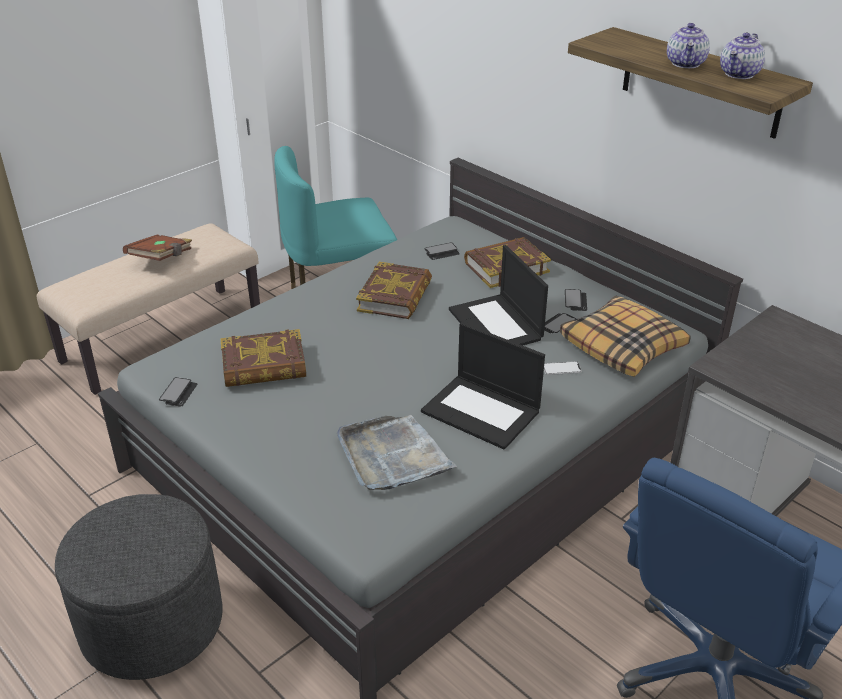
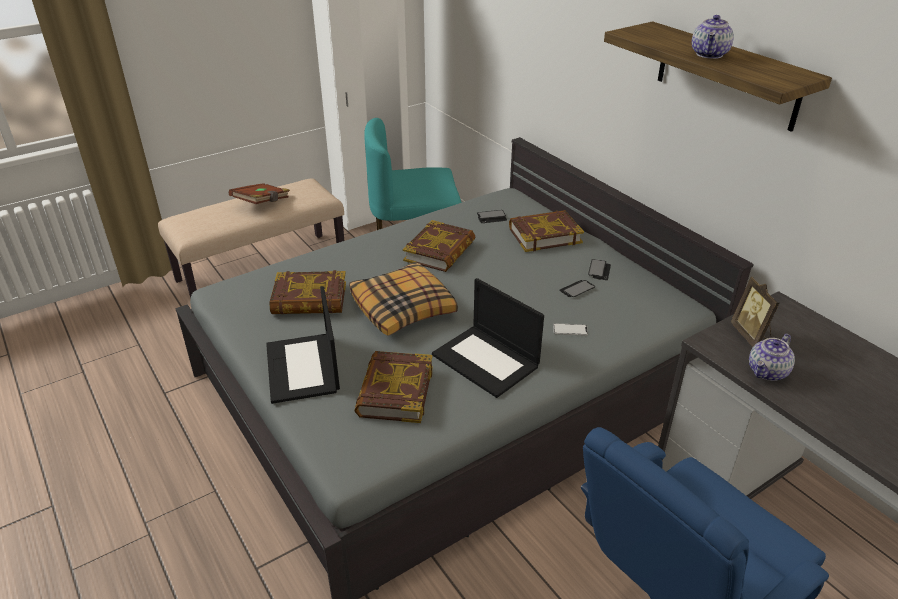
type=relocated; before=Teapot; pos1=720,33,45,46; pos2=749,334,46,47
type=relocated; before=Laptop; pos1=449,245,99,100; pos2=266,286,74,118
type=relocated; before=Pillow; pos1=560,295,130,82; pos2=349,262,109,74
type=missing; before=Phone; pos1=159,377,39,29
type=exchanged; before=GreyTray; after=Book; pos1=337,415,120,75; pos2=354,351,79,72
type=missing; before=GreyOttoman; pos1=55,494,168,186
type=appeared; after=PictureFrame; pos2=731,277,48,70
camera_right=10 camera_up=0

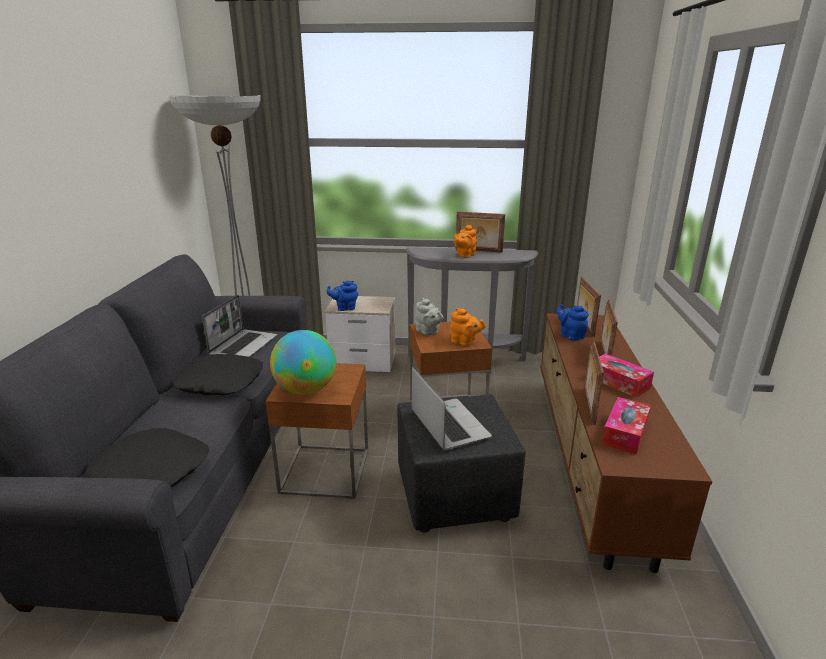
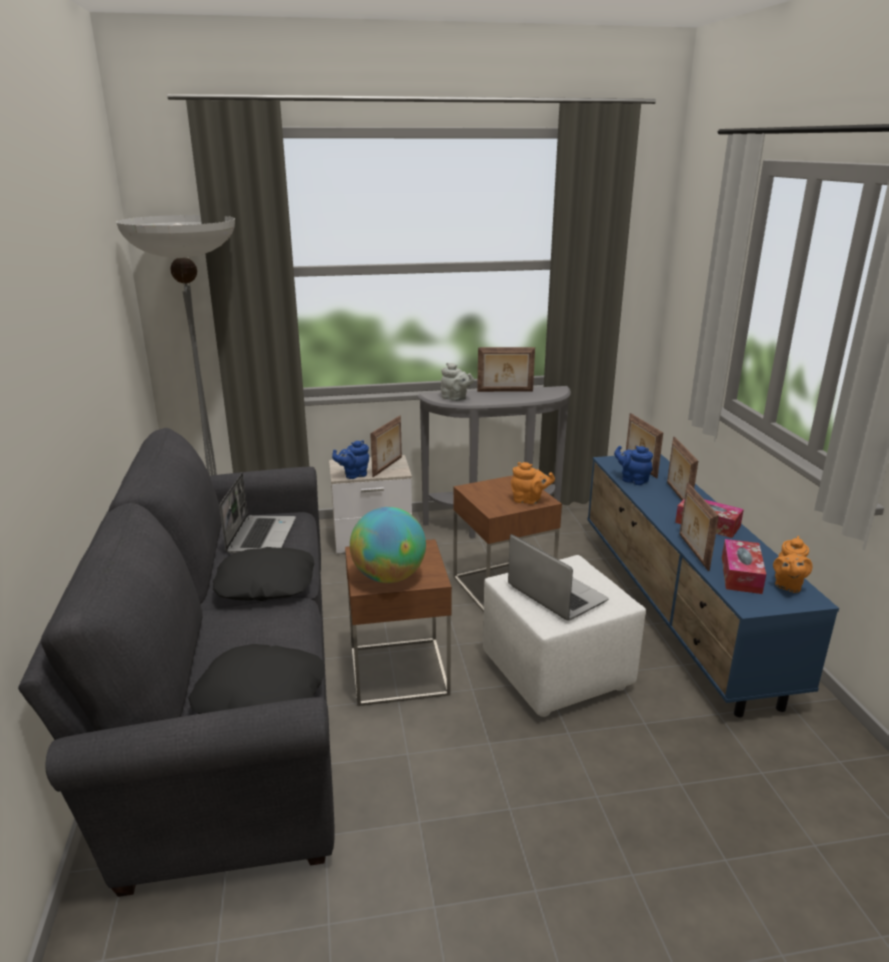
type=relocated; before=OrangeTeapot; pos1=454,225,23,33; pos2=773,536,40,57
type=relocated; before=GreyTeapot; pos1=415,298,29,37; pos2=441,363,33,38
type=colour; before=BrownTvStand; after=BlueTvStand; pos1=541,313,171,260; pos2=587,454,252,263
type=colour; before=BlackOttoman; after=WhiteOttoman; pos1=397,394,129,139; pos2=483,555,163,162
type=appeared; after=PictureFrame; pos2=370,416,32,61
camera_right=-15 camera_up=0

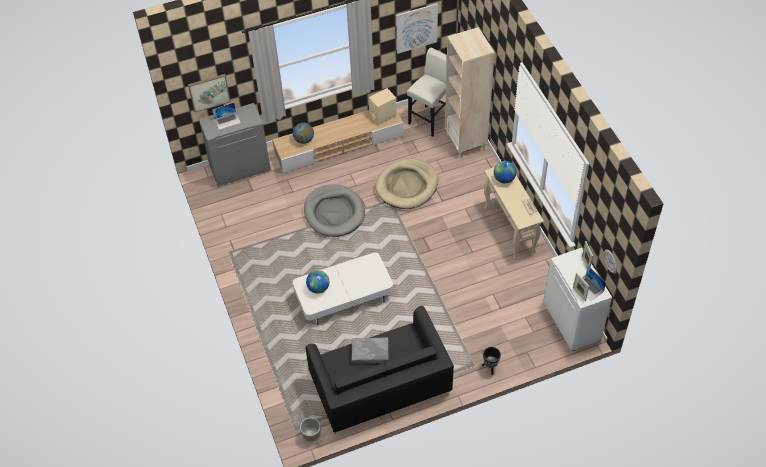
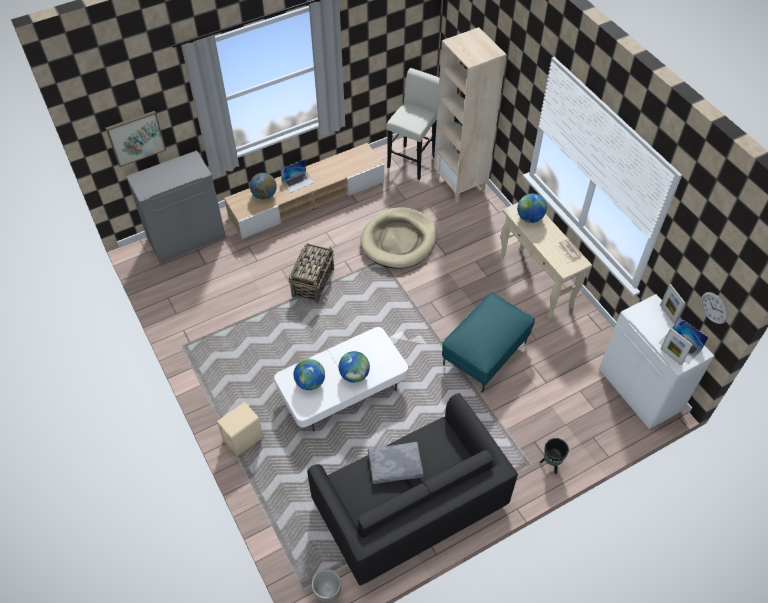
type=missing; before=Picture; pos1=396,3,42,51
type=relocated; before=BeigeSpeaker; pos1=368,88,28,37; pos2=217,402,47,54
type=relocated; before=Laptop; pos1=212,103,29,27; pos2=280,159,35,34
type=exchanged; before=GreyDogBed; after=Basket; pos1=304,184,61,53; pos2=289,243,45,60
type=appeared; after=TurquoiseOttoman; pos2=442,292,93,100
type=appeared; after=Globe; pos2=339,351,31,32
camera_right=-10 camera_up=0

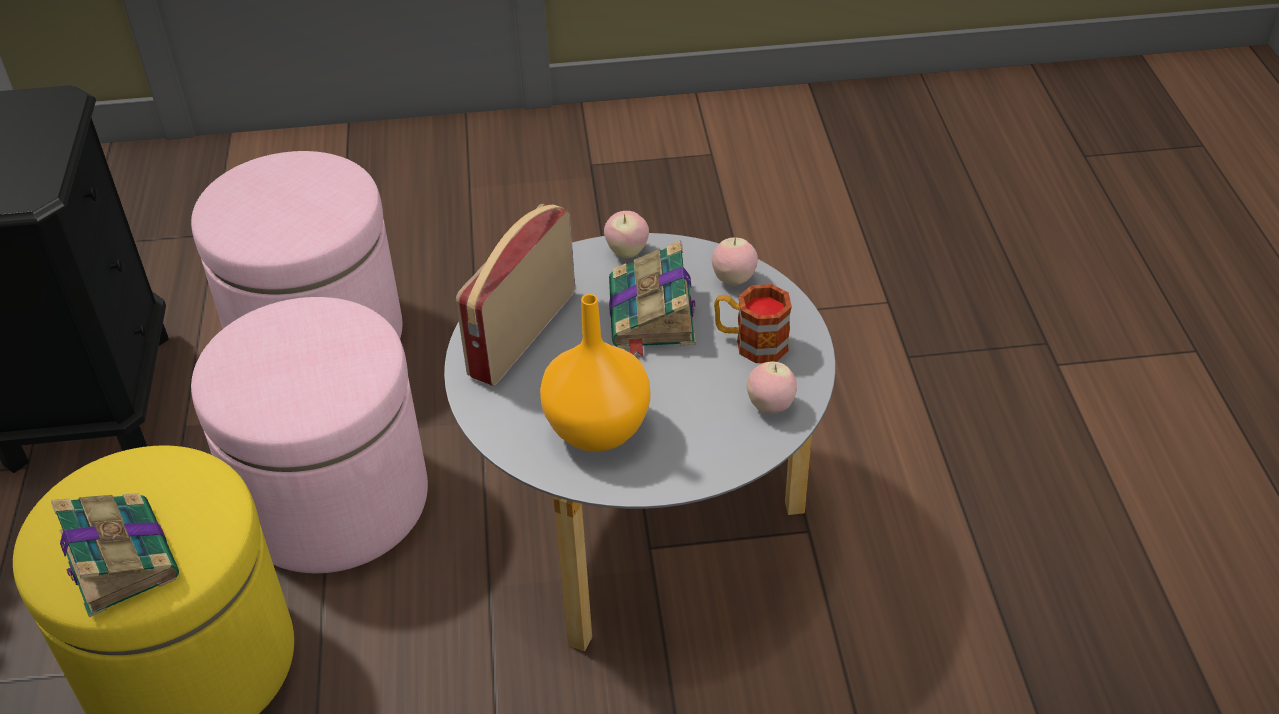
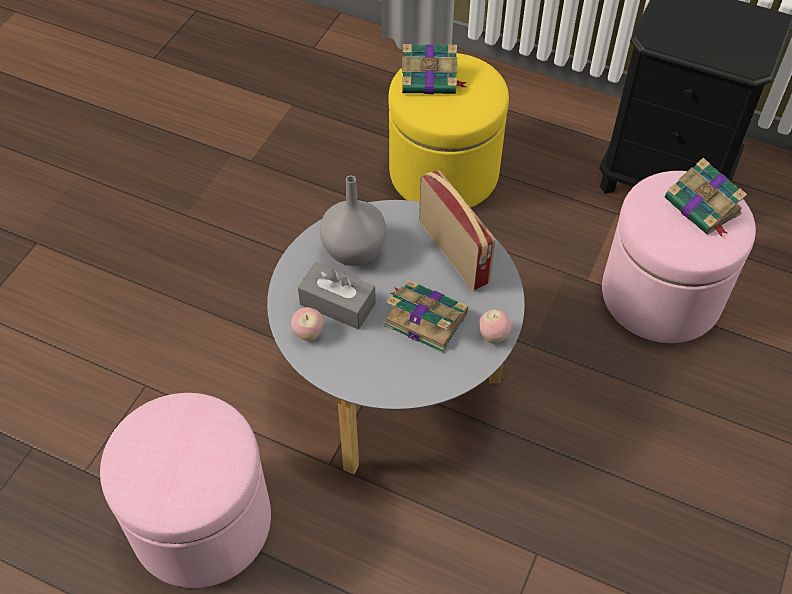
type=missing; before=Apple; pos1=712,237,46,48
type=missing; before=Mug; pos1=714,284,78,79
type=colour; before=OrangeVase; after=GreyVase; pos1=540,294,110,158; pos2=320,176,67,90
type=relocated; before=PinkOttoman; pos1=191,297,237,276; pos2=100,393,171,195
type=appeared; after=Book; pos2=665,158,82,79
type=appeared; after=GreyTissueBox; pos2=298,262,78,67
camera_right=120 camera_up=10

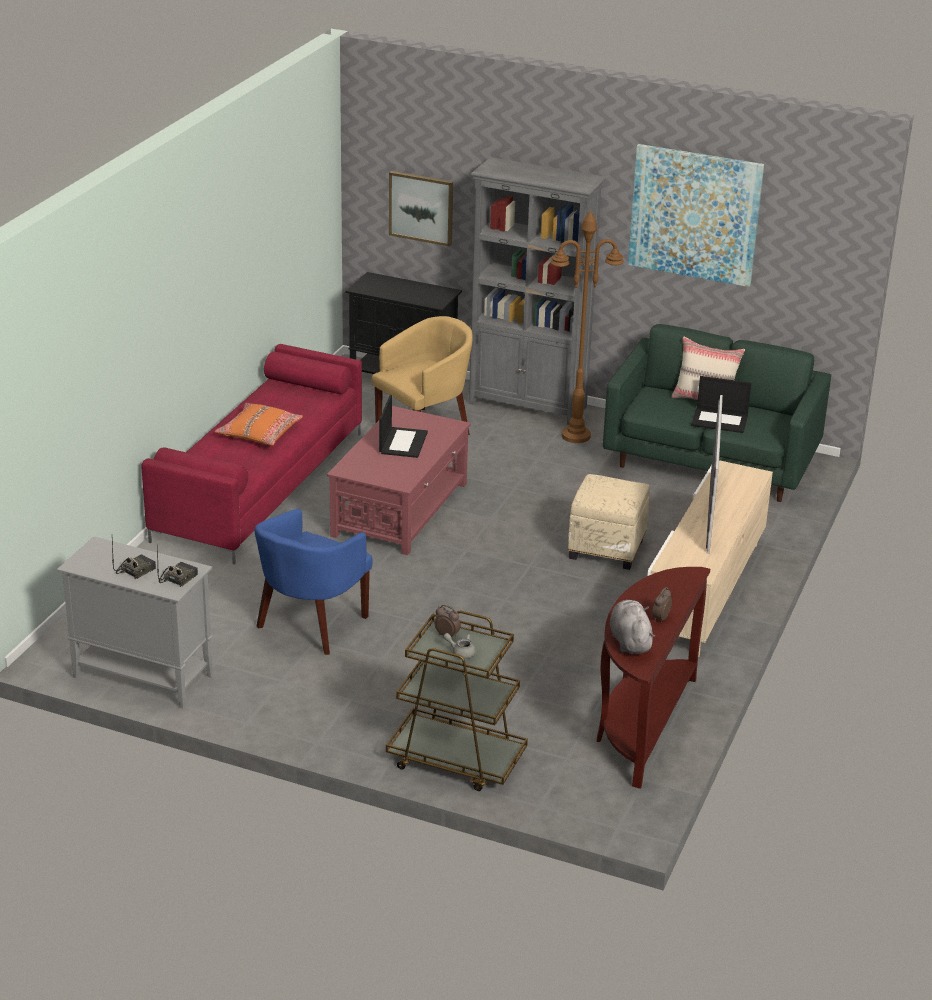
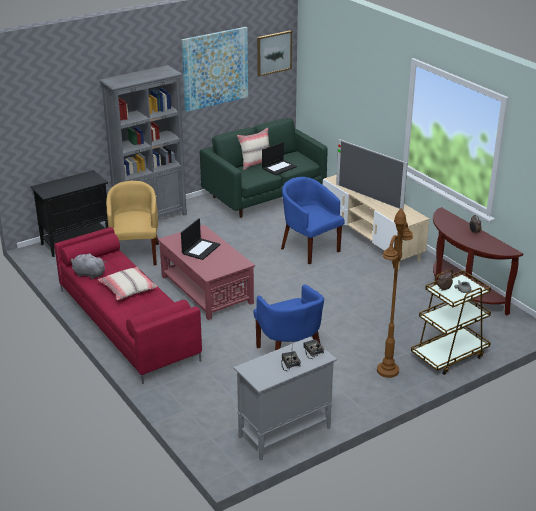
type=relocated; before=Picture; pos1=389,171,64,76; pos2=257,30,35,47
type=relocated; before=BrownFloorLamp; pos1=551,210,73,233; pos2=377,208,36,170
type=spun; before=Laptop; pos1=379,395,49,63; pos2=181,218,39,42; turn=75
type=colour; before=OrangePillow; after=BeigePillow; pos1=215,403,88,42; pos2=98,267,60,33
type=exchanged; before=BeigeOttoman; after=BlueArmchair; pos1=568,474,82,96; pos2=281,177,64,87
type=relocated; before=GreyPlushToy; pos1=610,600,45,54; pos2=71,253,35,26
camera_right=-55 camera_up=0

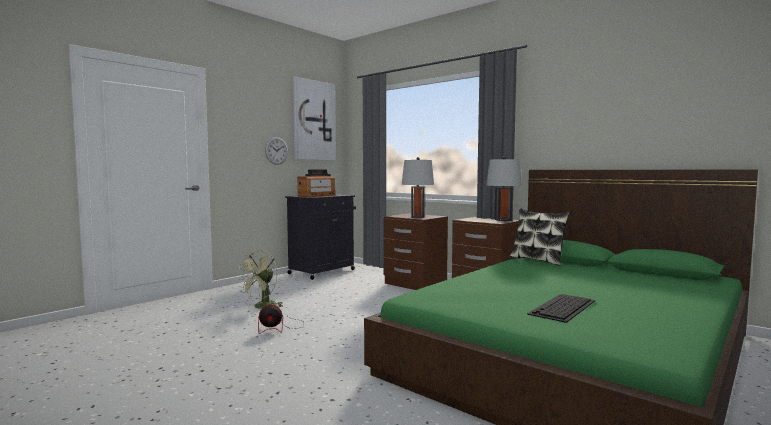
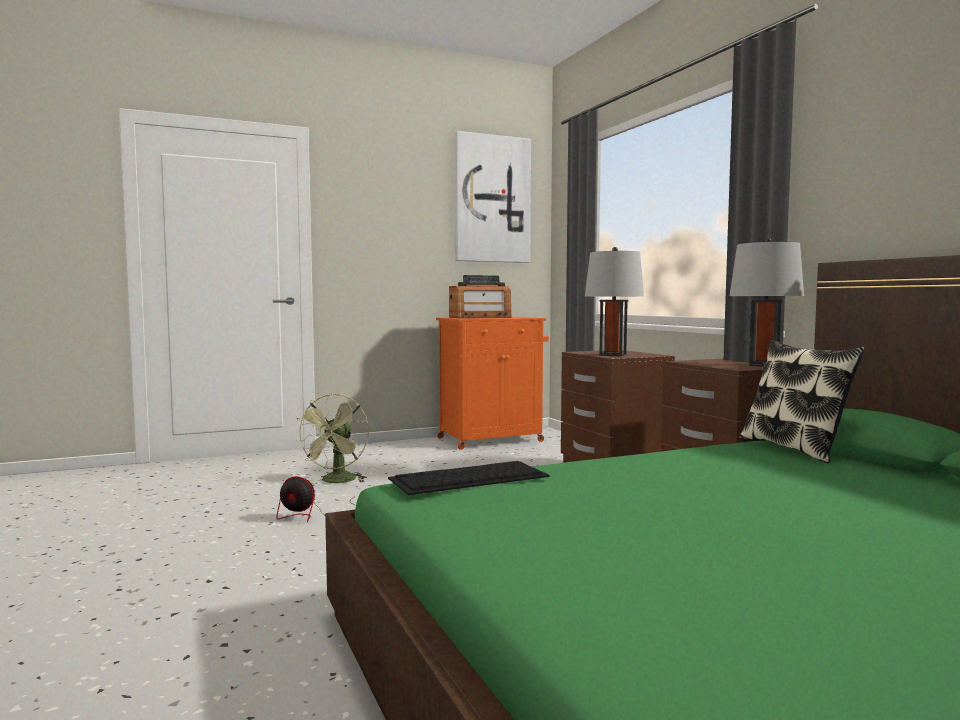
type=missing; before=WallClock; pos1=265,137,23,28
type=colour; before=BlackCabinet; after=OrangeCabinet; pos1=285,194,71,86; pos2=436,317,113,133
type=spun; before=GreenFan; pos1=237,250,46,59; pos2=295,393,74,90; turn=-45
type=relocated; before=Keyboard; pos1=527,294,68,29; pos2=388,461,162,34
camera_right=25 camera_up=0

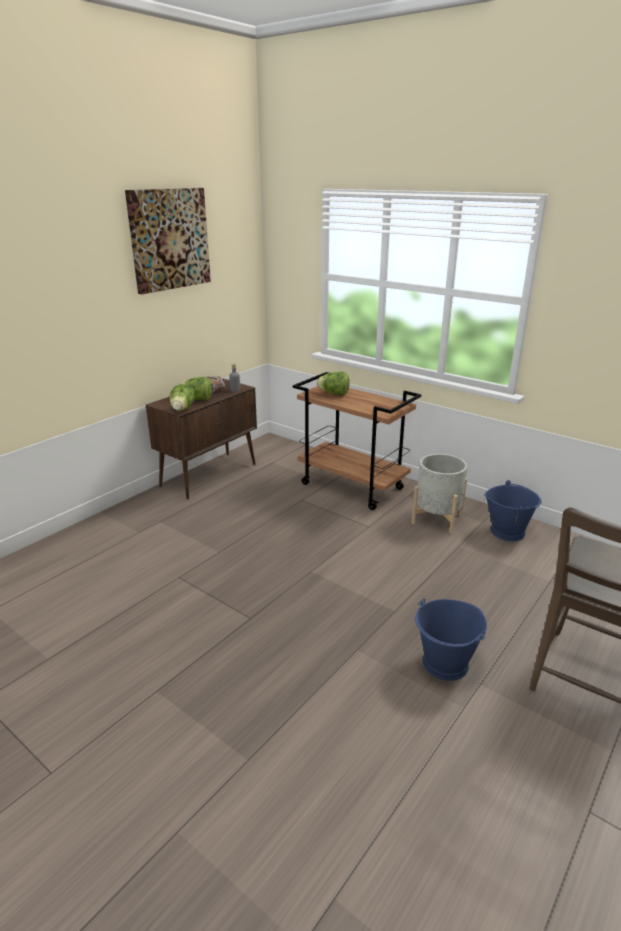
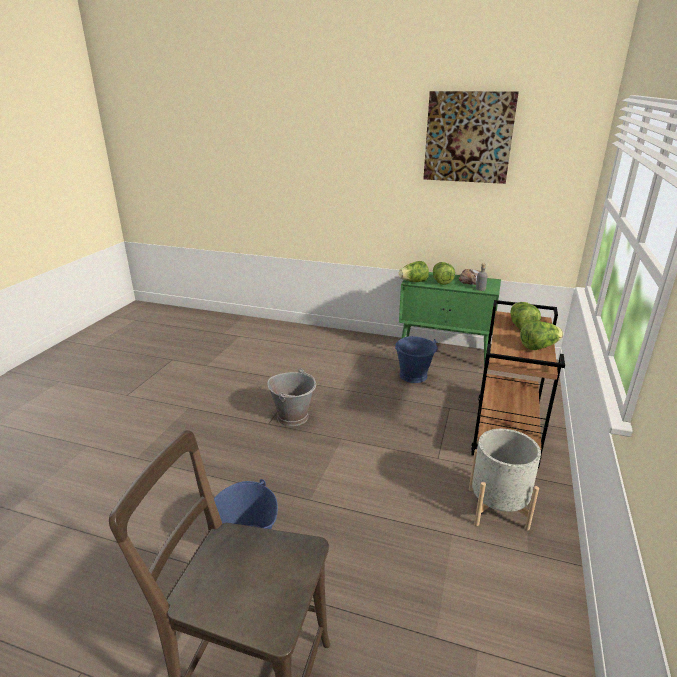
type=colour; before=BrownCabinet; after=GreenCabinet; pos1=146,379,111,121; pos2=399,272,102,94
type=relocated; before=BlueBucket; pos1=484,480,58,61; pos2=395,336,43,47
type=appeared; after=Lettuce; pos2=520,321,43,29
type=appeared; after=GreyBucket; pos2=267,368,49,58
camera_right=70 camera_up=0

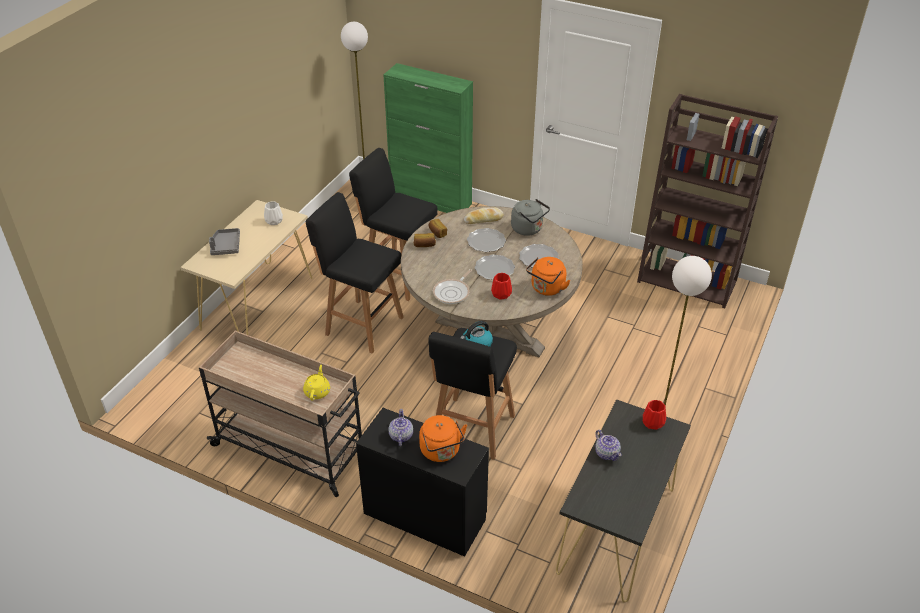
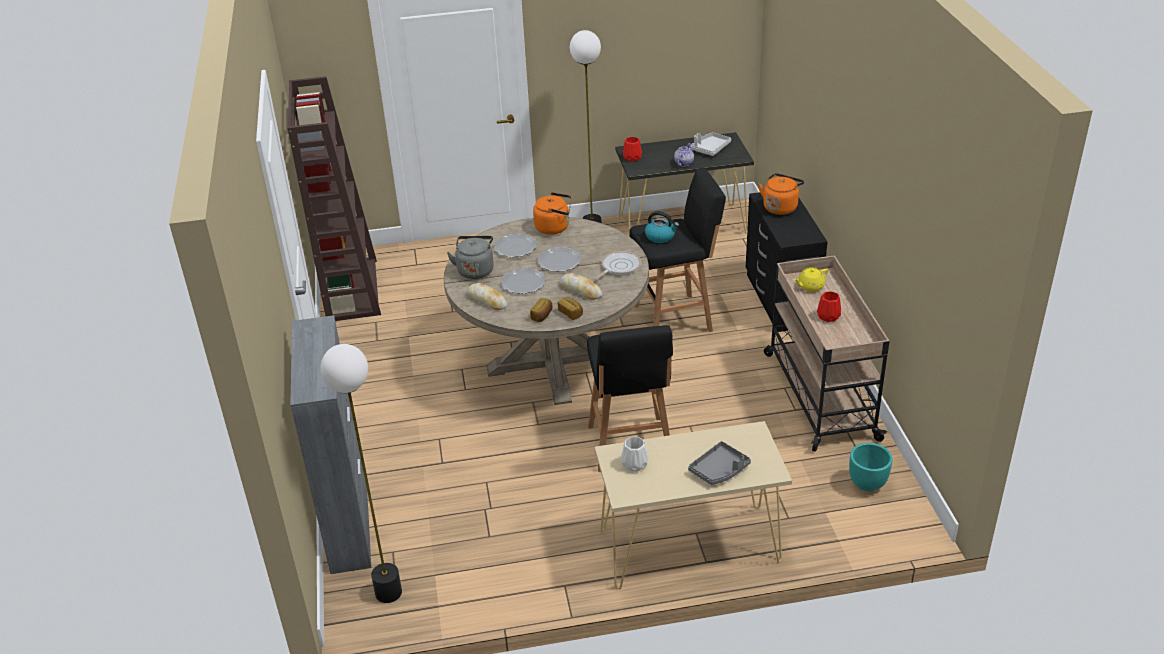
type=colour; before=GreenCabinet; after=GreyCabinet; pos1=383,63,90,150; pos2=290,315,81,259
type=missing; before=BlackStool; pos1=349,148,89,153
type=spun; before=FryingPan; pos1=433,269,39,35; pos2=594,251,47,29; turn=-45
type=relocated; before=RedVase; pos1=491,273,21,27; pos2=817,292,24,30
type=missing; before=Teapot; pos1=388,409,25,37
type=appeared; after=GreyTray; pos2=690,132,41,24
type=appeared; after=Bread; pos2=560,273,42,27
type=appeared; after=TurquoisePlanter; pos2=849,443,43,49
camera_right=-125 camera_up=-5

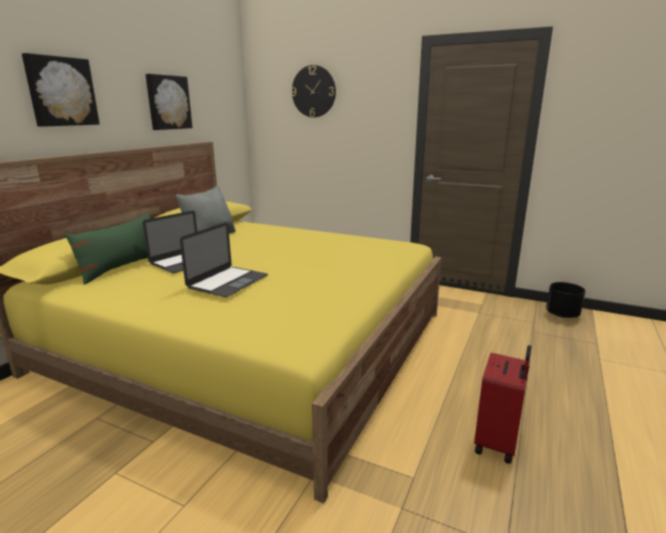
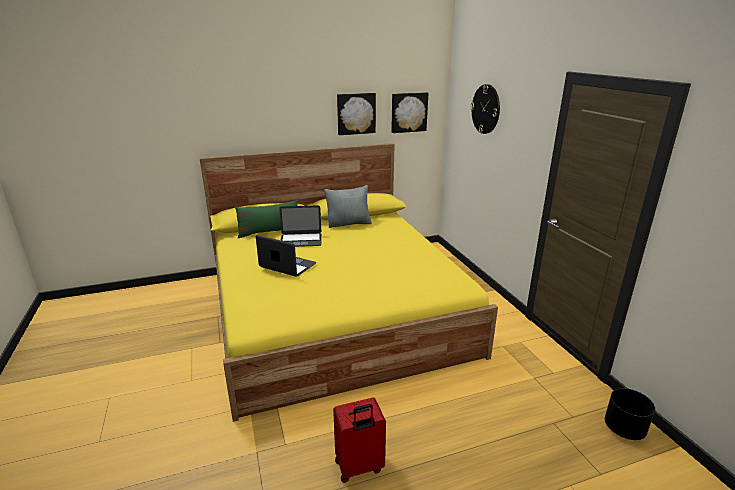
type=relocated; before=Picture; pos1=22,53,78,74; pos2=391,92,37,41
type=spun; before=Laptop; pos1=180,223,88,74; pos2=256,235,60,42; turn=-135
camera_right=45 camera_up=5

